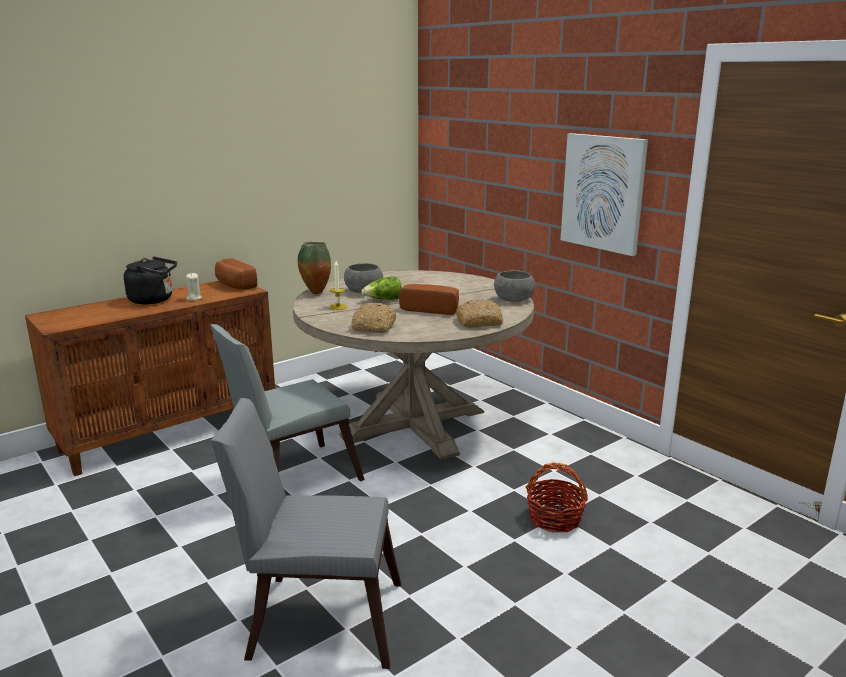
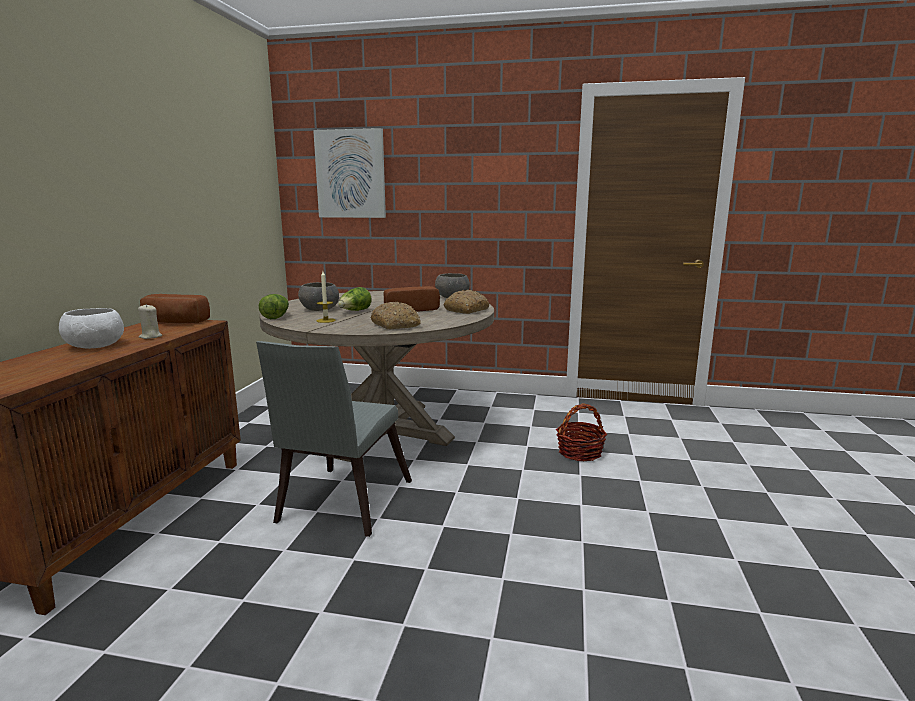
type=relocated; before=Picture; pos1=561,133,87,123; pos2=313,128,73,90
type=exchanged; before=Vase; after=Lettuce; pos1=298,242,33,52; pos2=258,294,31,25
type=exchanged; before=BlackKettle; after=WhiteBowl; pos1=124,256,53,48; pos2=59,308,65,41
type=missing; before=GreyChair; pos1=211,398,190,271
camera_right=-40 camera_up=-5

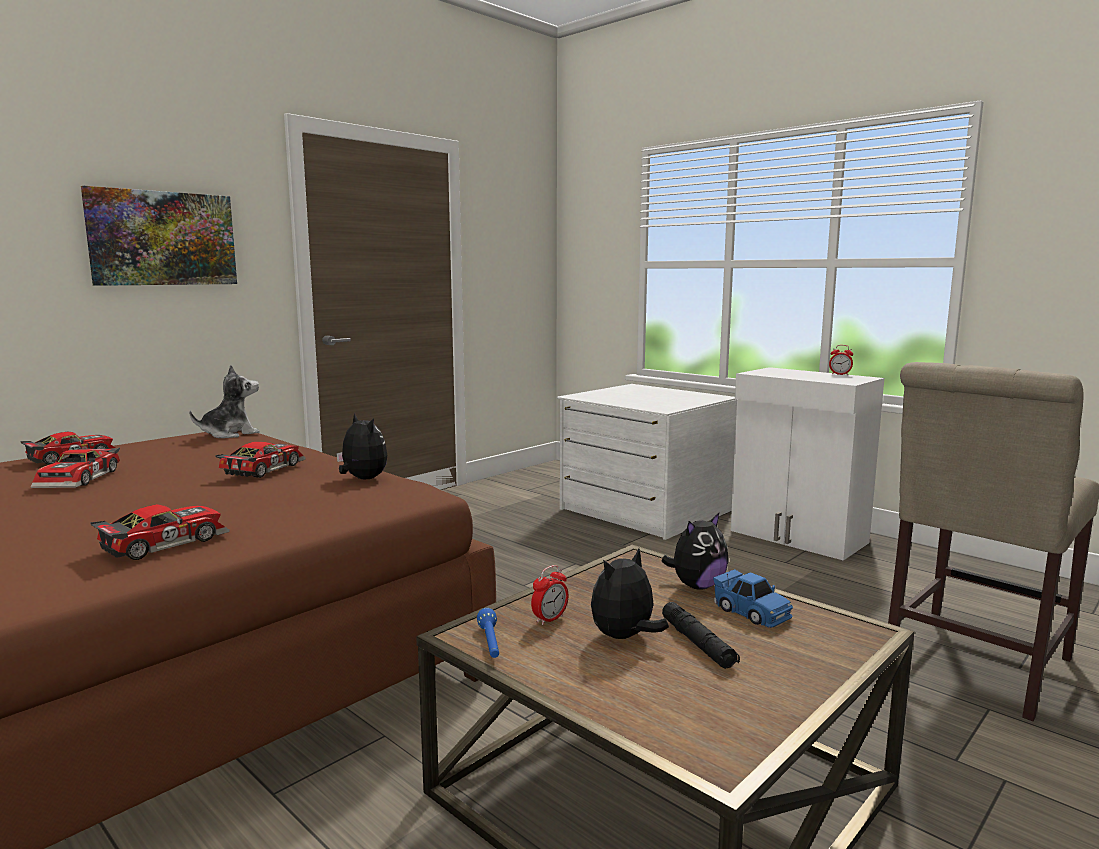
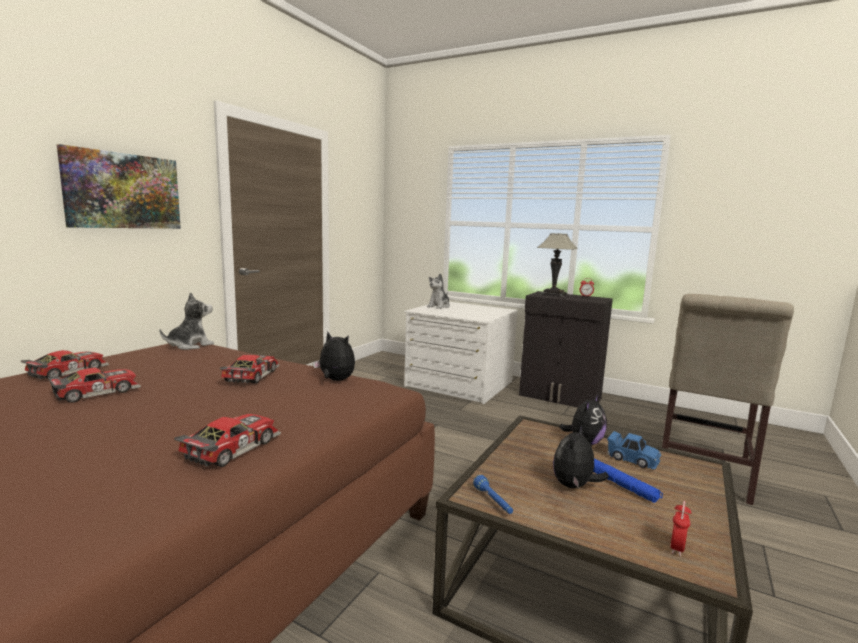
type=colour; before=WhiteCabinet; after=BlackCabinet; pos1=730,367,154,193; pos2=519,291,94,117
type=spun; before=ToyCar; pos1=31,447,89,41; pos2=48,367,93,36; turn=-120
type=relocated; before=AlarmClock; pos1=531,565,37,60; pos2=670,501,21,56
type=colour; before=BlackFlashlight; after=BlueFlashlight; pos1=662,602,78,67; pos2=593,458,70,45
type=appeared; after=TableLamp; pos2=537,233,41,64
type=appeared; after=PlushToy; pos2=427,273,23,36
camera_right=-15 camera_up=0

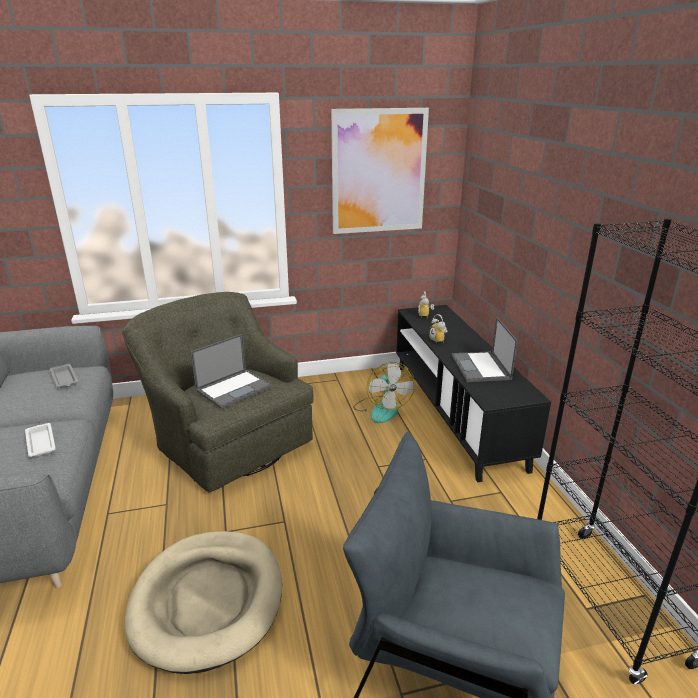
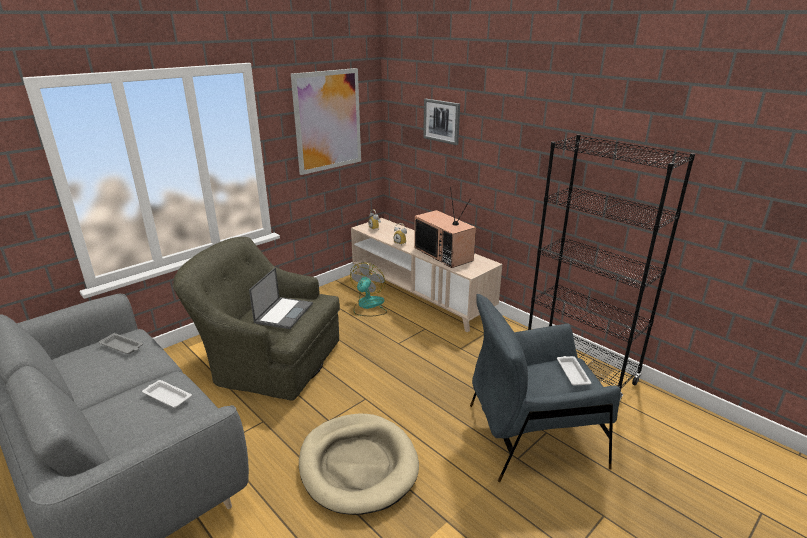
type=colour; before=BlackTvStand; after=BeigeTvStand; pos1=396,305,155,177; pos2=351,218,151,114
type=exchanged; before=Laptop; after=Television; pos1=452,317,66,65; pos2=414,187,62,81
type=spun; before=Fan; pos1=353,362,62,61; pos2=350,263,37,54; turn=-120
type=appeared; after=Picture; pos2=423,99,37,46
type=appeared; after=WhiteTray; pos2=557,356,35,29
camera_right=-30 camera_up=0

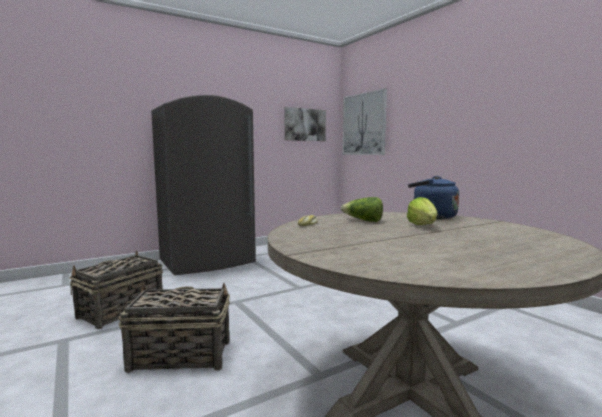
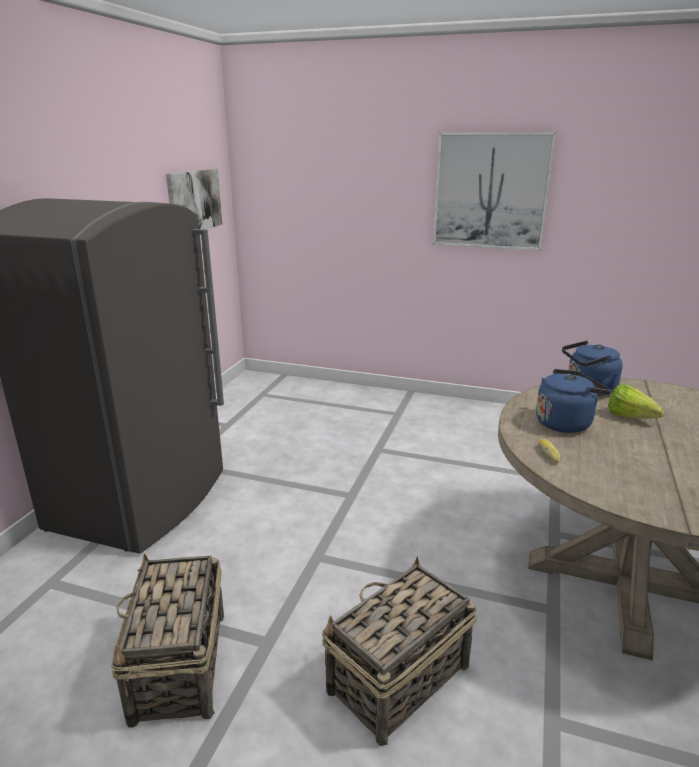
type=relocated; before=Picture; pos1=343,88,44,67; pos2=433,132,123,119
type=exchanged; before=Lettuce; after=BlueKettle; pos1=341,197,42,25; pos2=536,369,76,64
camera_right=-40 camera_up=15

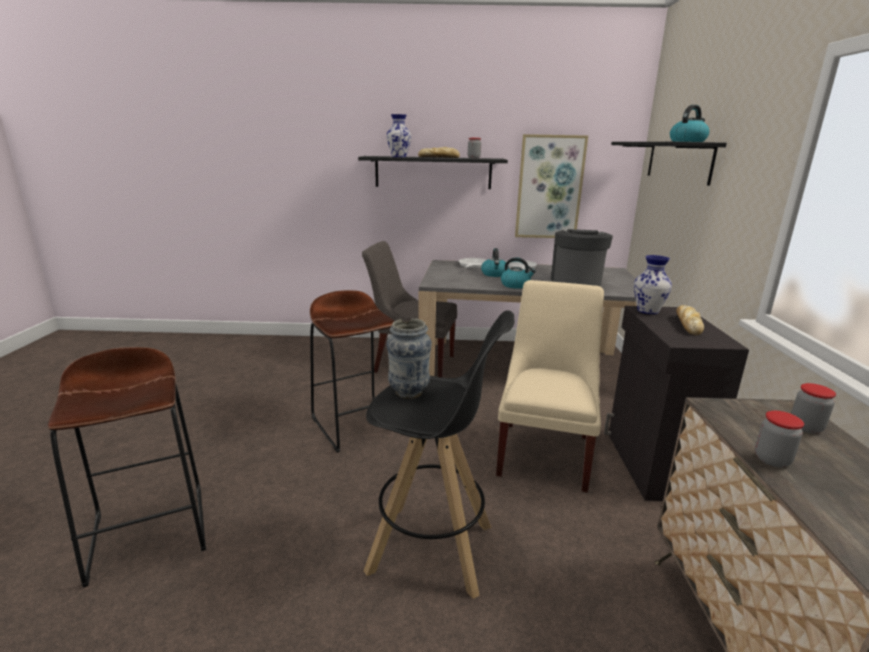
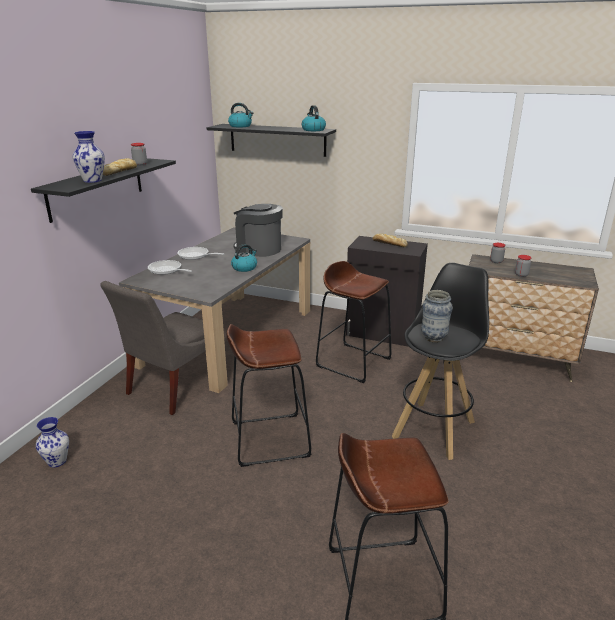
type=missing; before=Picture; pos1=515,134,73,104
type=relocated; before=Kettle; pos1=481,248,28,29; pos2=228,103,26,24
type=relocated; before=Vase; pos1=634,255,38,59; pos2=36,417,33,50
type=exchanged; before=BeigeChair; after=BrownStool; pos1=496,280,108,212; pos2=316,261,75,122
camera_right=-70 camera_up=5

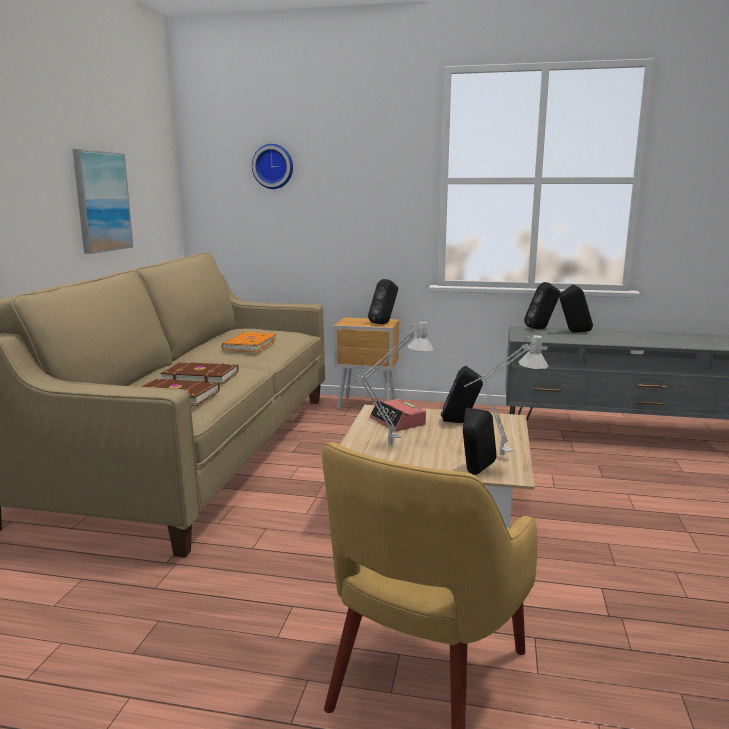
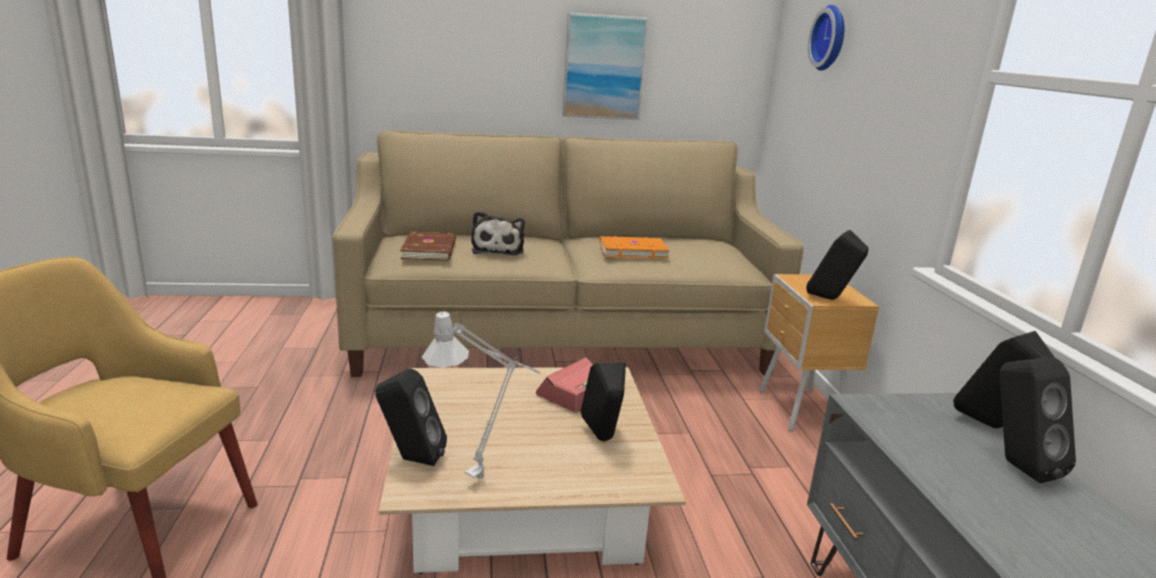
type=missing; before=GreyTableLamp; pos1=335,320,98,124
type=exchanged; before=BrownBook; after=PlushToy; pos1=160,362,79,22; pos2=471,211,54,44
camera_right=70 camera_up=5

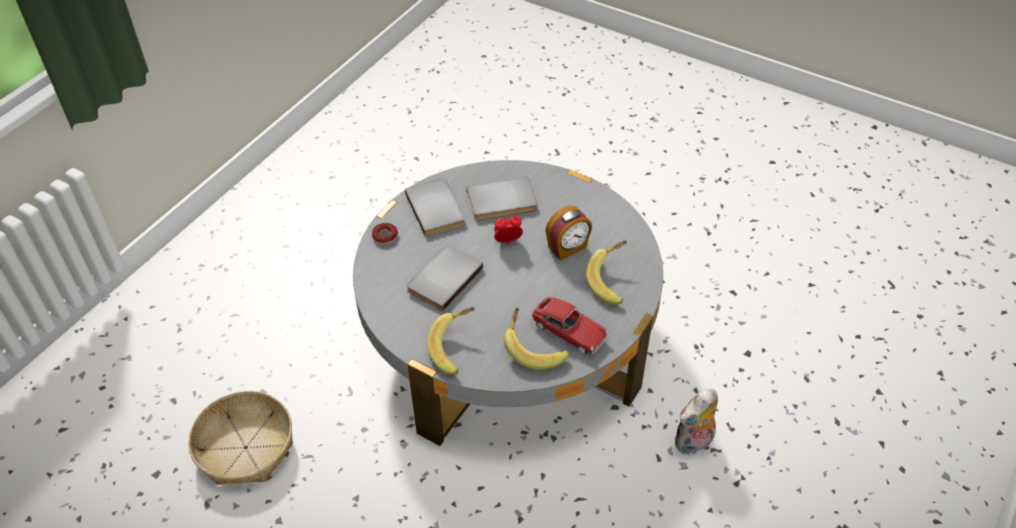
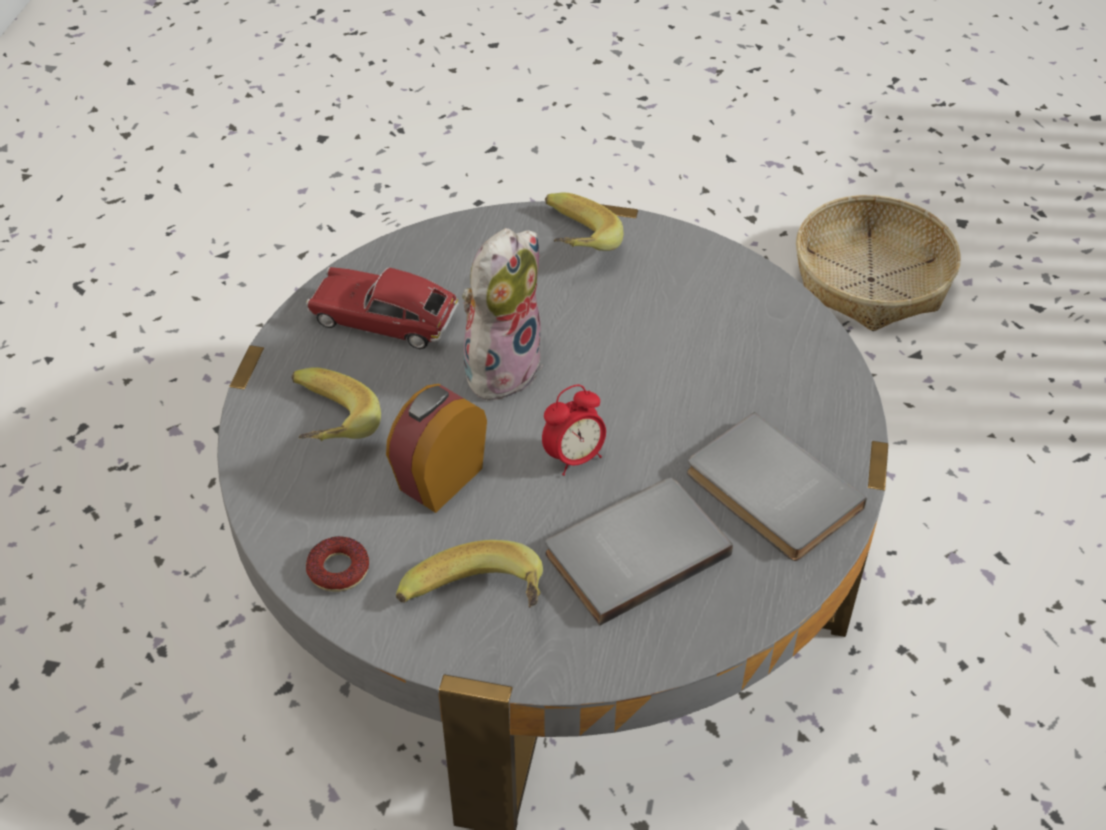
type=relocated; before=Donut; pos1=372,223,26,21; pos2=306,536,63,56
type=missing; before=GreyBook; pos1=407,245,76,66
type=relocated; before=Banana; pos1=504,307,65,62; pos2=396,540,147,68
type=relocated; before=PlushToy; pos1=674,388,44,66; pos2=462,228,81,178
camera_right=160 camera_up=0

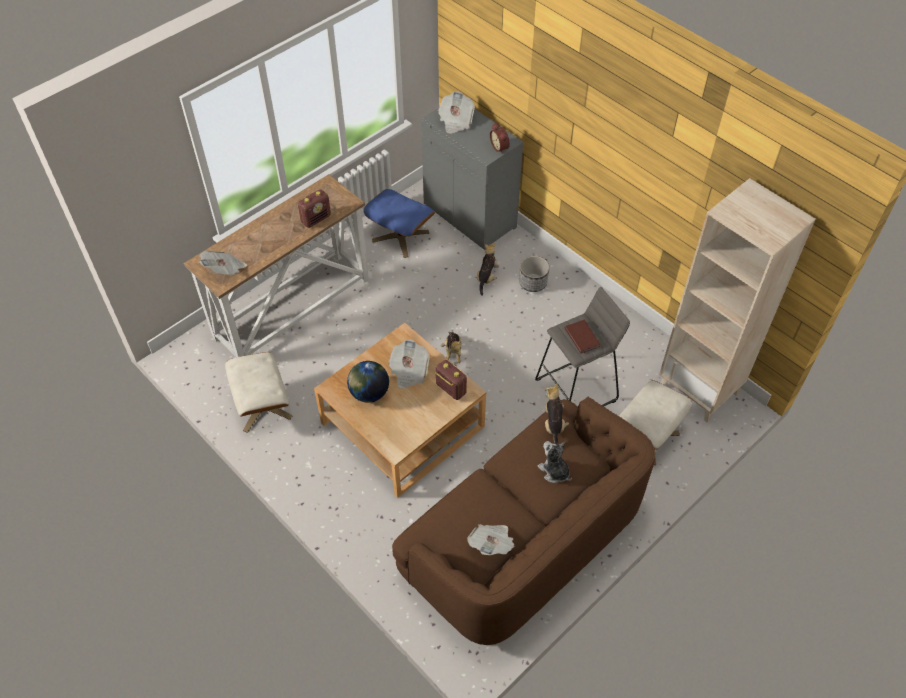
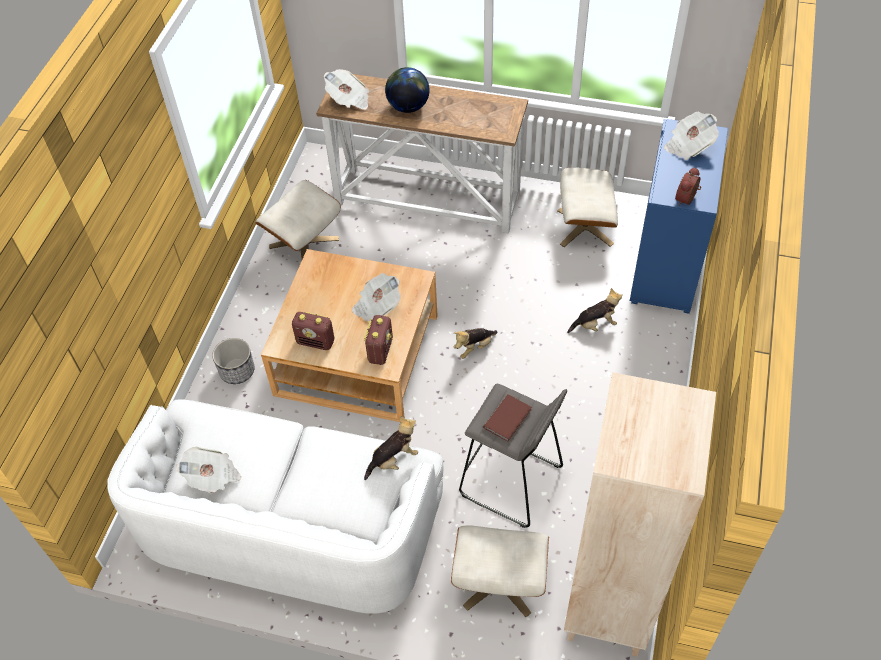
type=colour; before=GreyCabinet; after=BlueCabinet; pos1=421,108,102,142; pos2=630,119,98,195
type=relocated; before=Radio; pos1=298,189,33,39; pos2=292,312,42,38
type=colour; before=BlueOttoman; after=BeigeOttoman; pos1=363,189,72,69; pos2=557,167,61,80
type=relocated; before=Planter; pos1=519,256,31,36; pos2=212,338,43,46
type=relocated; before=Globe; pos1=347,361,42,42; pos2=385,67,45,46
type=colour; before=BrownSofa; after=WhiteSofa; pos1=392,397,263,248; pos2=107,400,337,214
type=missing; before=PlushToy; pos1=538,441,34,42
camera_right=60 camera_up=0

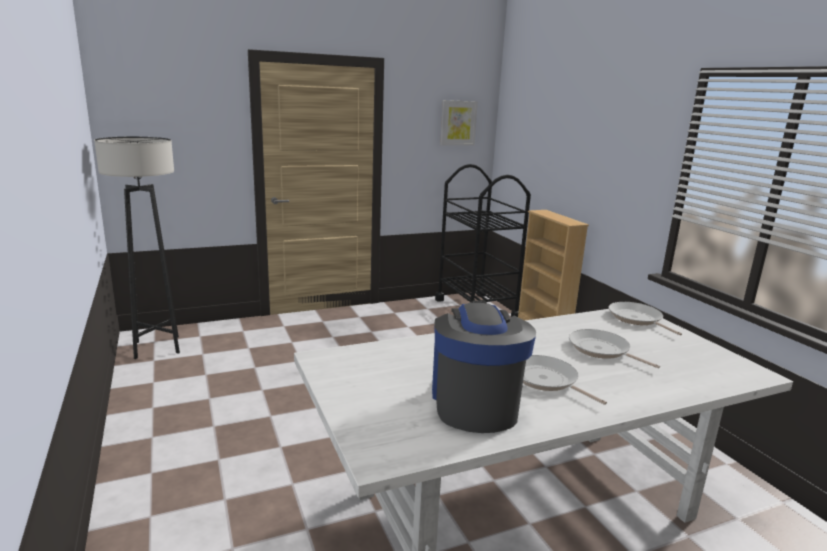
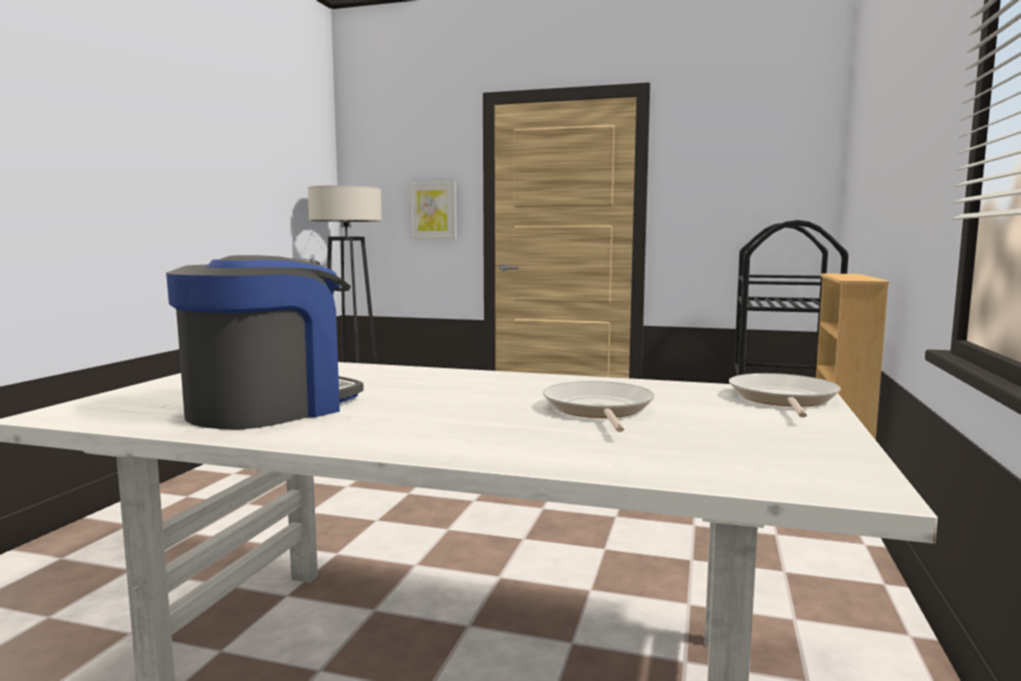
type=relocated; before=Picture; pos1=440,100,38,46; pos2=409,181,48,58
type=missing; before=FryingPan; pos1=523,355,84,50
camera_right=40 camera_up=-10

